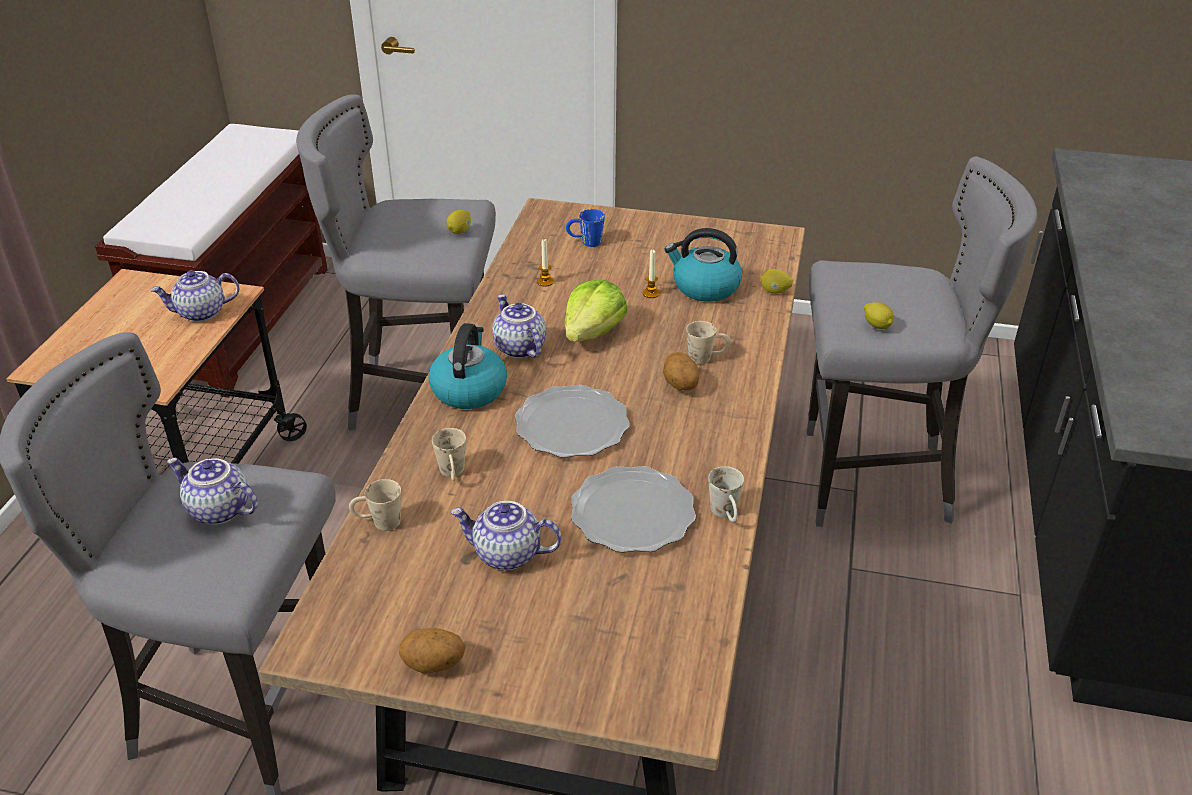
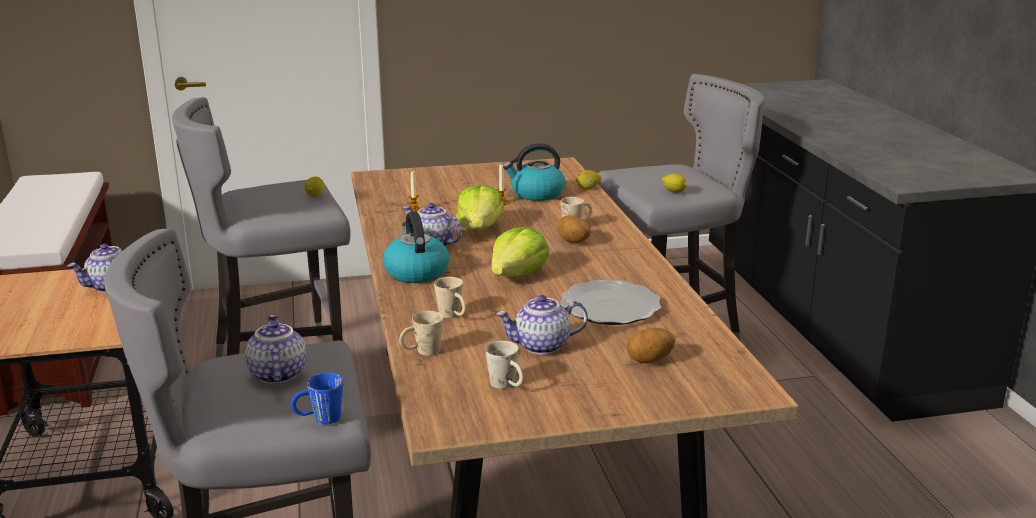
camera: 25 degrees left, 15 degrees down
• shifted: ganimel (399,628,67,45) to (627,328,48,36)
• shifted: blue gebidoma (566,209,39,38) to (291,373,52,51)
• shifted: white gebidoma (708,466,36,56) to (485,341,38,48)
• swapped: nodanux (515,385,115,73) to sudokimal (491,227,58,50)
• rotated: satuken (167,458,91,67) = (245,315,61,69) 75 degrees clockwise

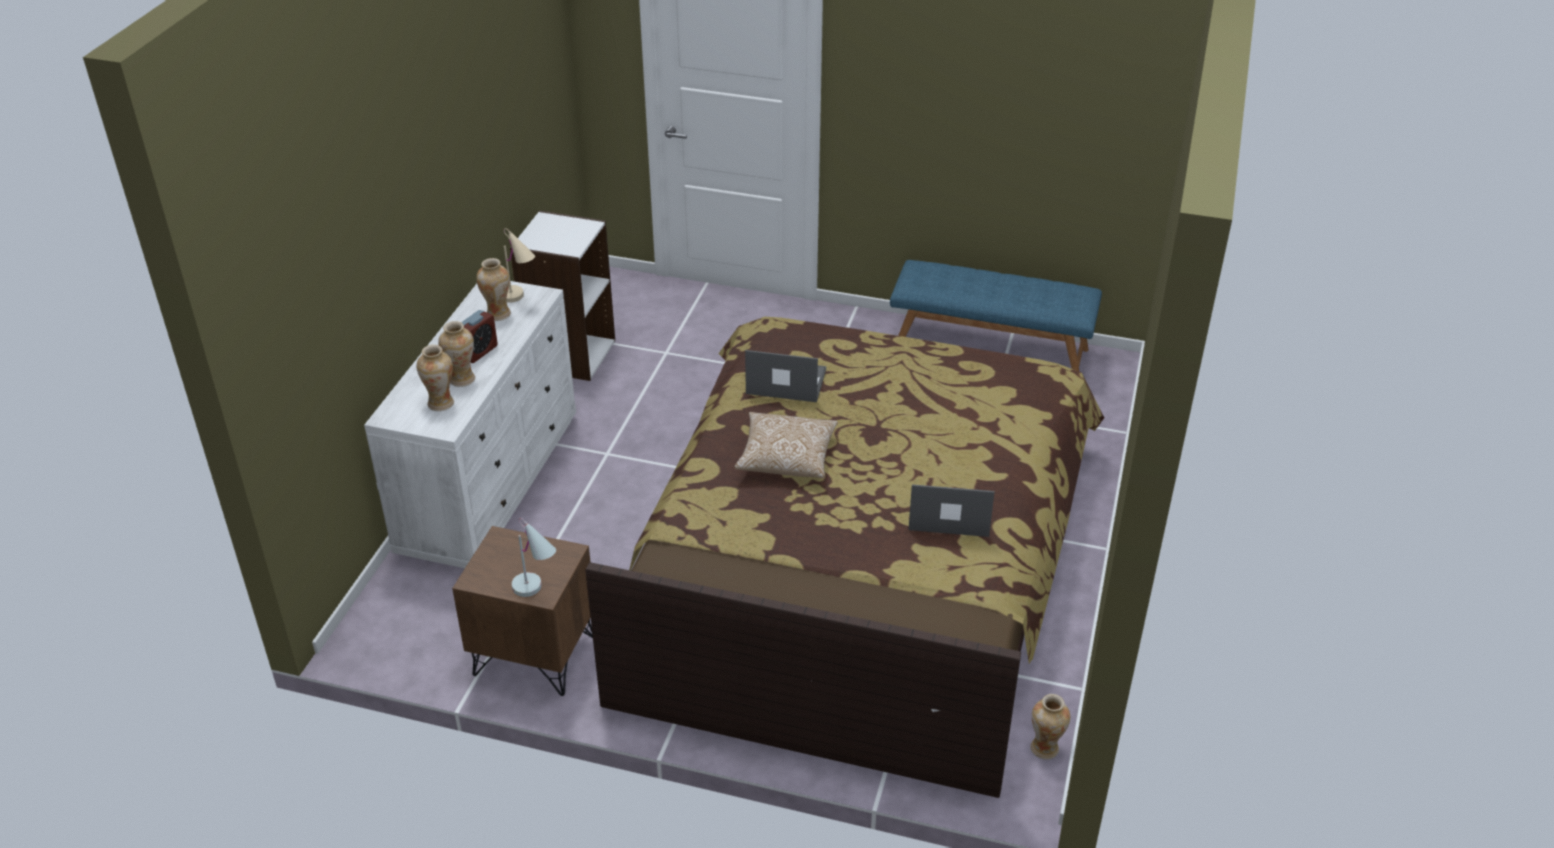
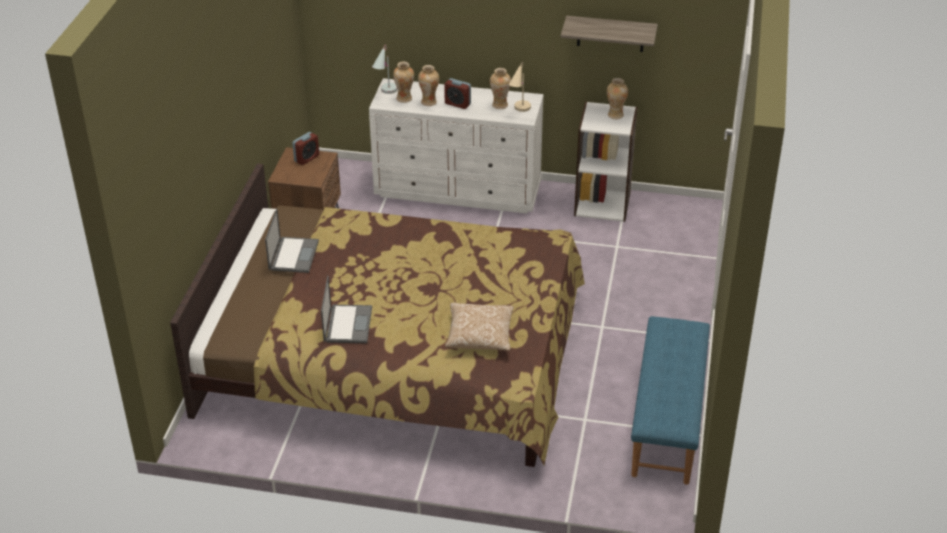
camera: 85 degrees right, 0 degrees up
• new: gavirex (292,132,27,33)
• new: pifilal (561,16,97,36)
• shifted: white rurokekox (512,518,44,79) to (372,45,25,49)
• shifted: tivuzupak (734,412,104,66) to (445,303,69,48)
• shifted: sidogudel (745,350,81,52) to (265,208,54,65)
• shifted: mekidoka (1030,694,40,66) to (607,78,21,41)

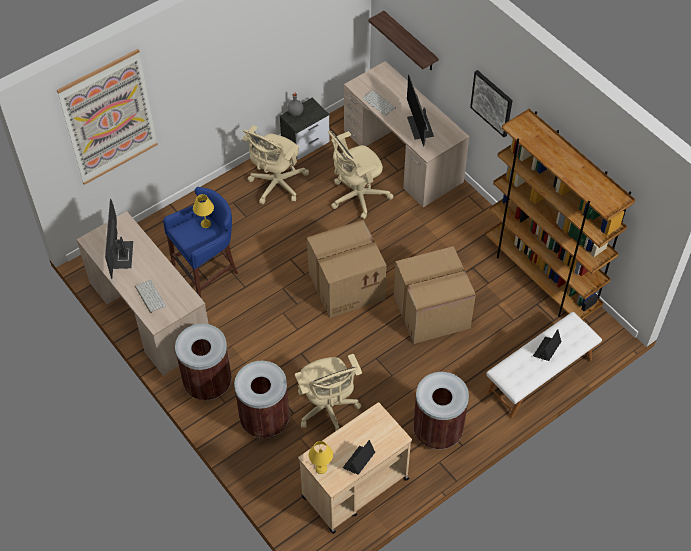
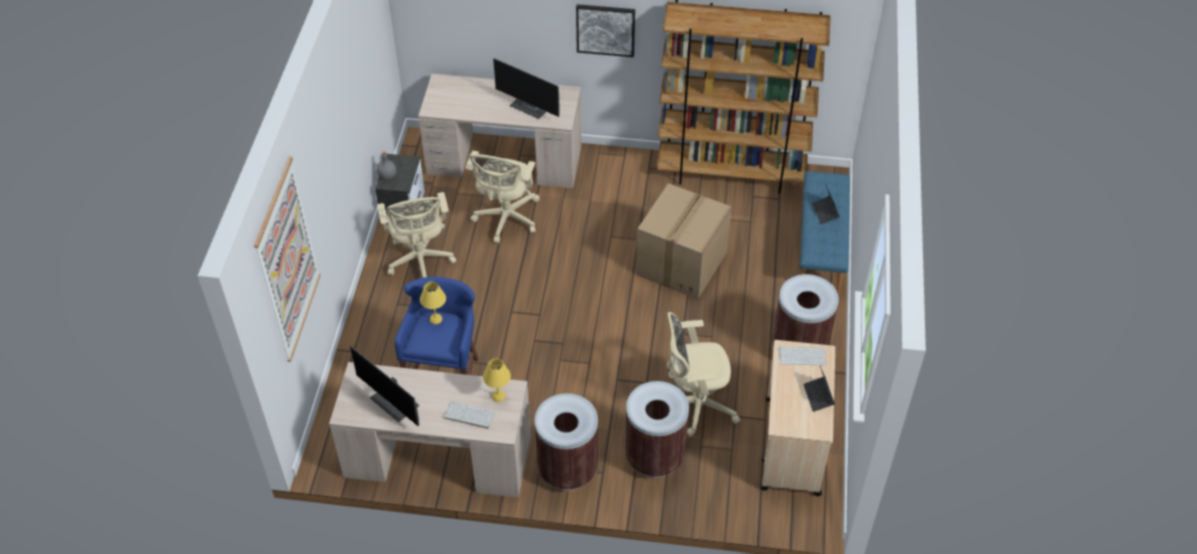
camera: 45 degrees left, 5 degrees down
• gone: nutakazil (307,220,80,98)
• gone: pifilal (368,11,71,59)
• shifted: yellow rurokekox (309,441,24,33) to (483,359,28,43)
• shifted: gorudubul (363,90,33,26) to (779,347,47,19)
• repainted: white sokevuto (486,312,116,107) to blue sokevuto (800,171,50,125)
• rotated: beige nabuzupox (295,354,67,77) = (667,312,73,124) 150 degrees clockwise

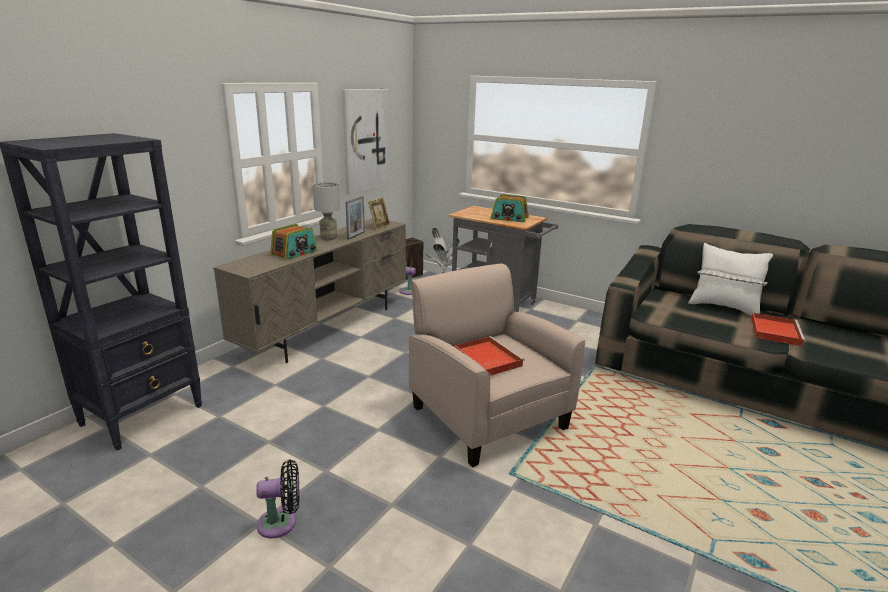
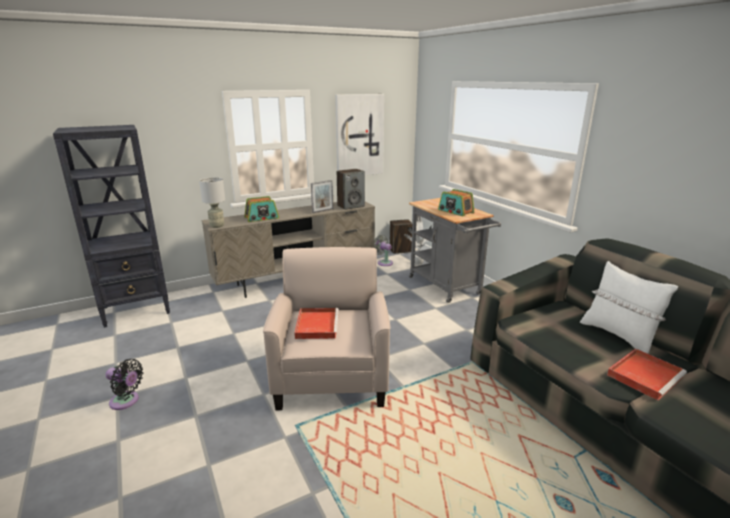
camera: 30 degrees right, 0 degrees up
• shifted: grey rurokekox (313,182,27,59) to (199,177,26,51)
• swapped: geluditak (368,198,22,32) to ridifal (337,169,28,41)

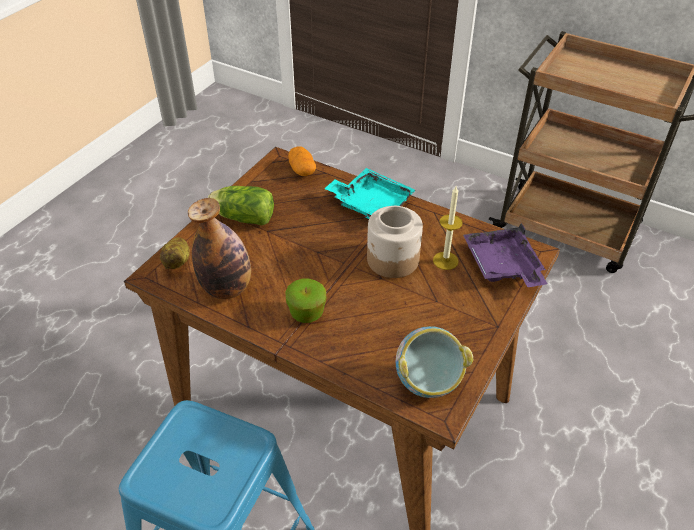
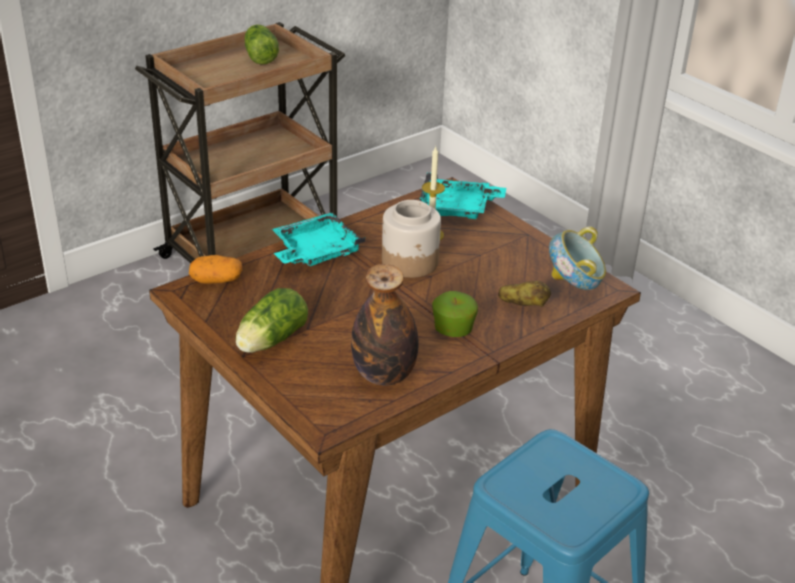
camera: 70 degrees left, 10 degrees down
• new: sudokimal (244,24,35,41)
• shifted: ganimel (160,237,30,32) to (498,281,53,26)
• repainted: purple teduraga (463,223,84,64) to turquoise teduraga (419,172,87,47)

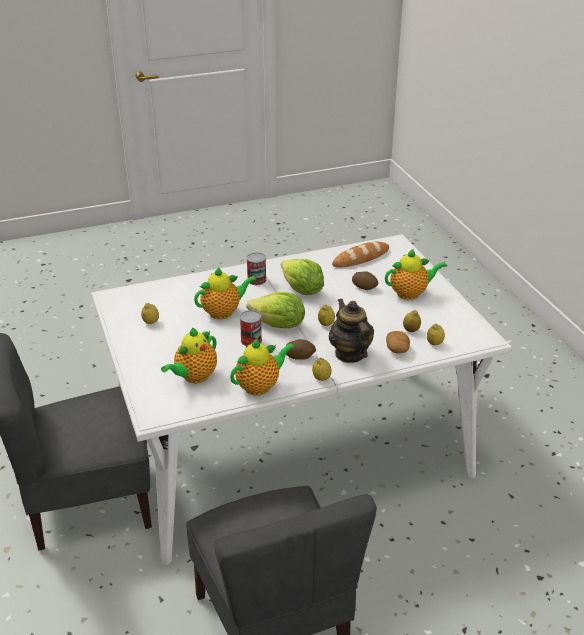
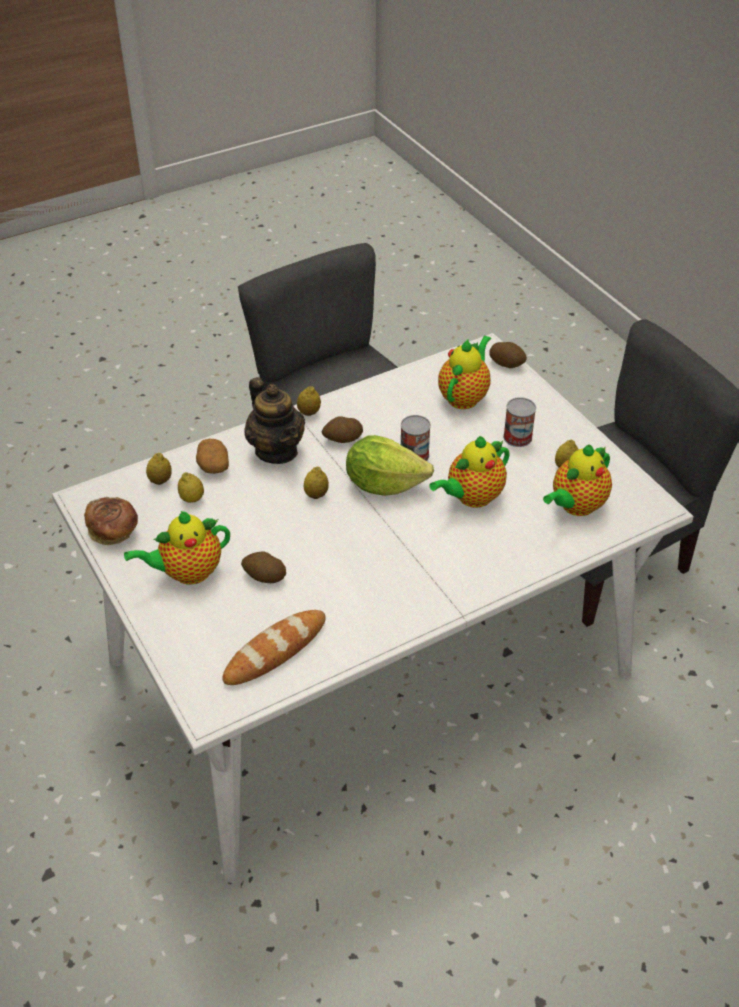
camera: 170 degrees right, 10 degrees up
• gone: sudokimal (281,259,43,36)
• new: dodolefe (84,497,54,48)
• new: ganimel (489,342,38,26)
• shifted: satuken (230,338,65,58) to (543,444,69,72)
• shifted: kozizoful (247,252,19,33) to (503,397,33,50)

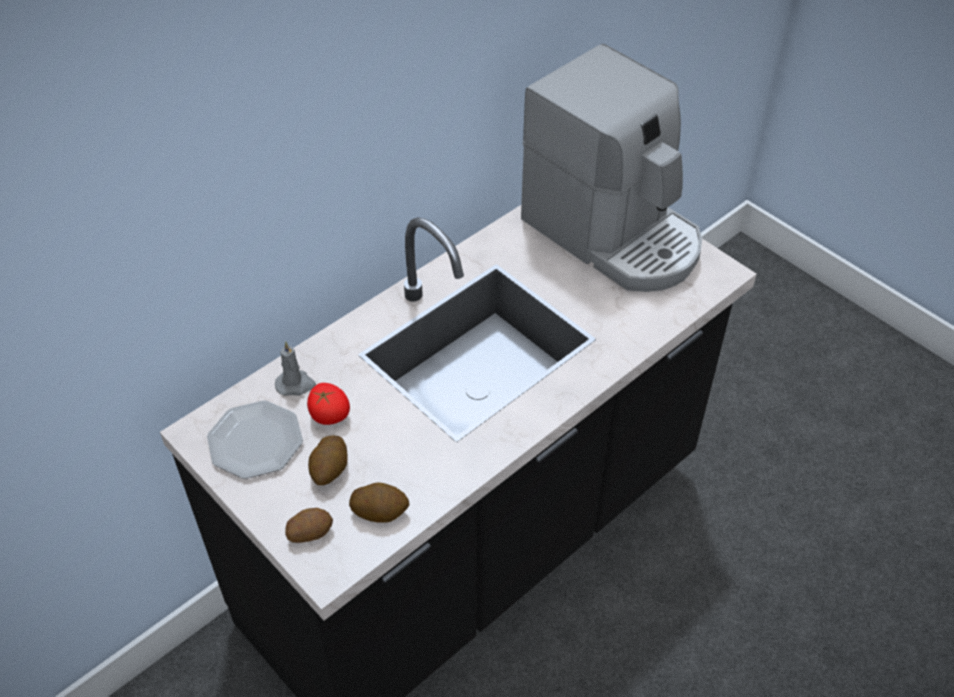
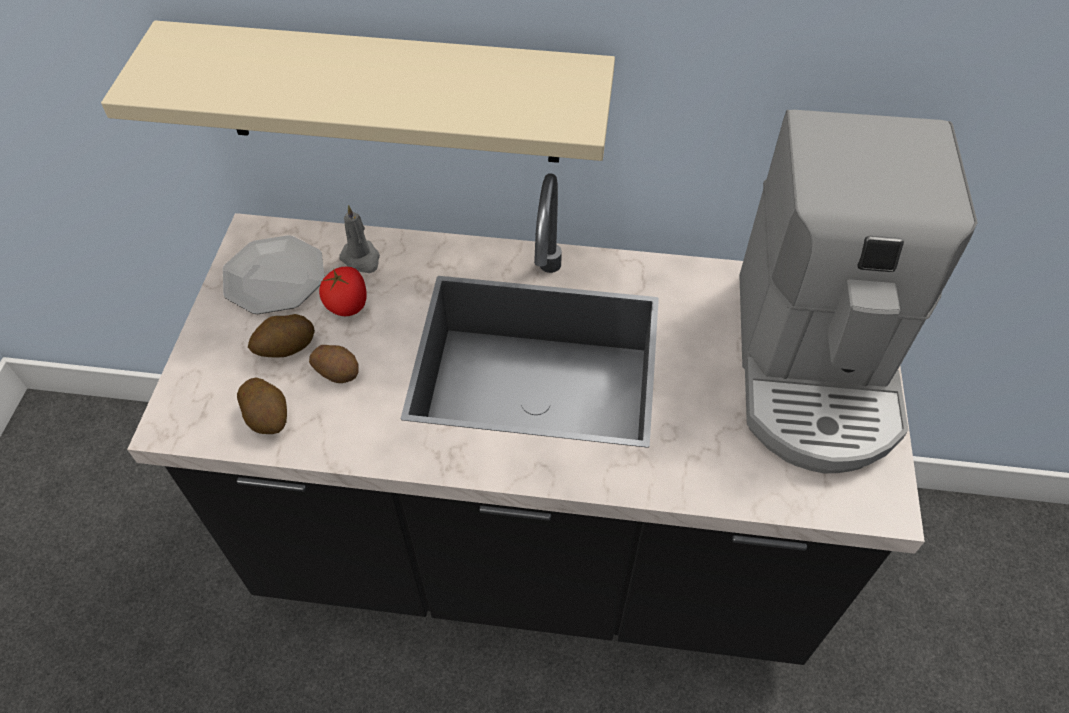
camera: 50 degrees right, 5 degrees up
• new: beige pifilal (101,20,514,143)
• shifted: ganimel (285,508,48,35) to (309,345,50,38)

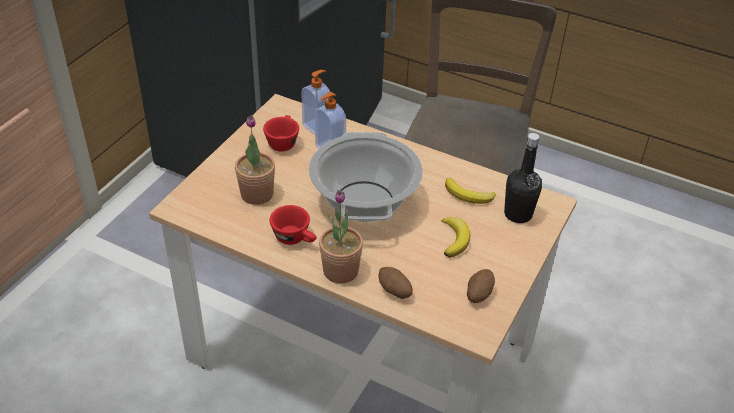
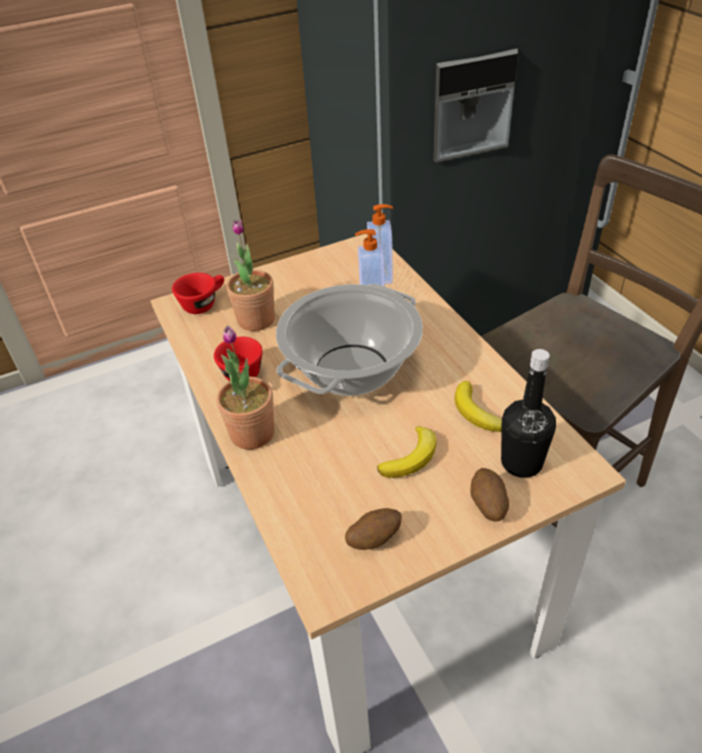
camera: 40 degrees right, 0 degrees up
• shifted: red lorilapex (263,115,36,36) to (172,273,52,41)
• shifted: ganimel (378,267,35,32) to (471,468,38,54)

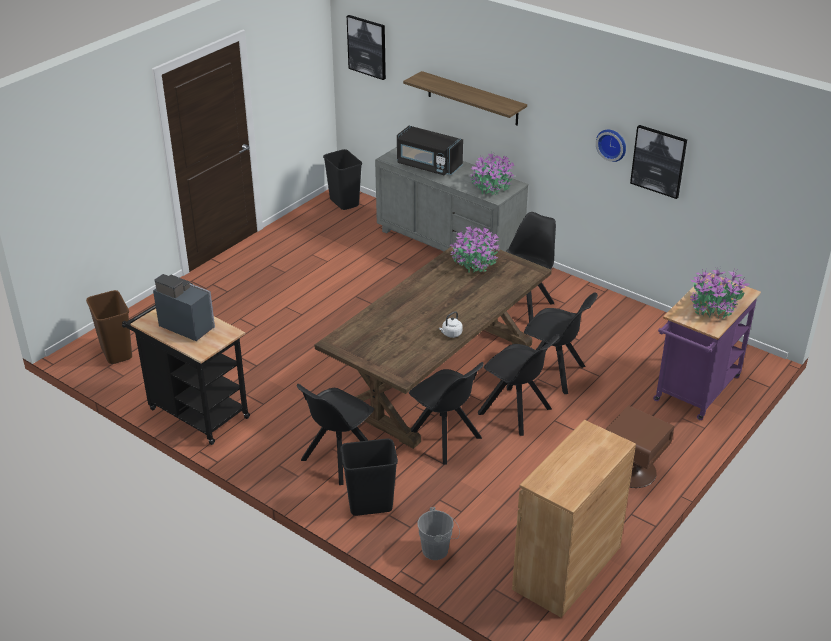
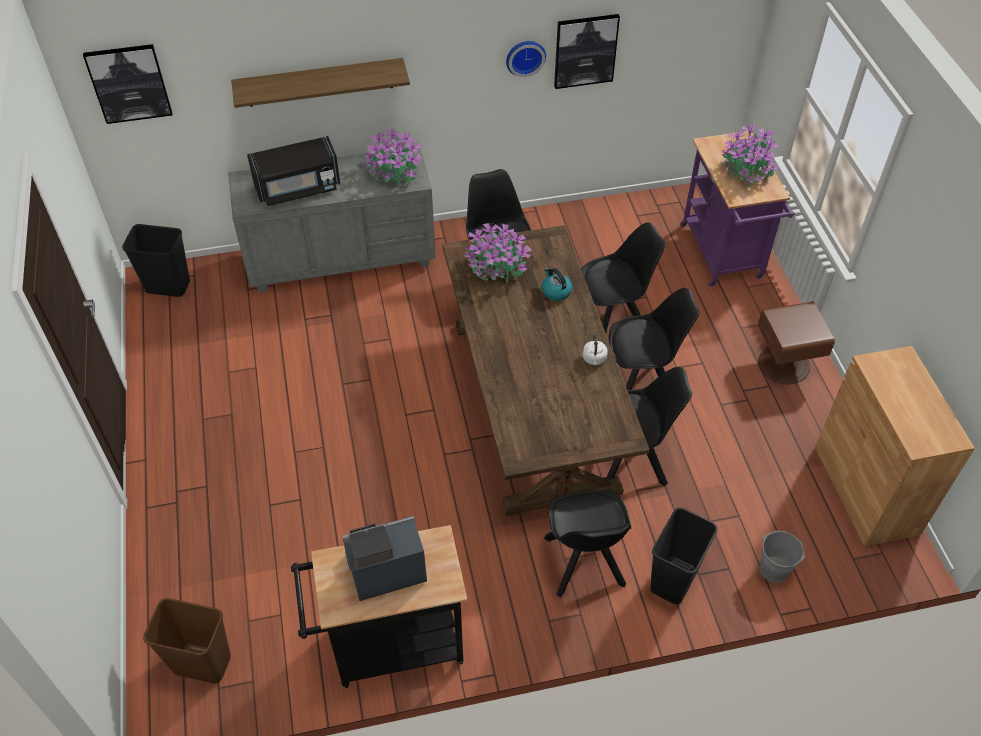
camera: 50 degrees left, 15 degrees up
• new: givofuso (542,268,30,33)

